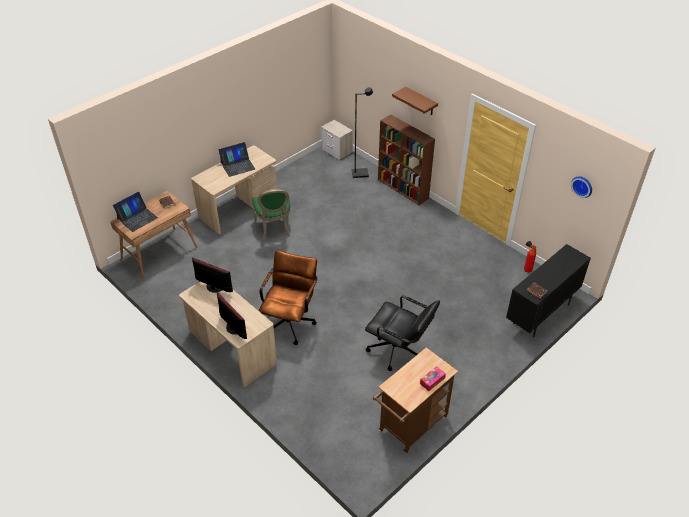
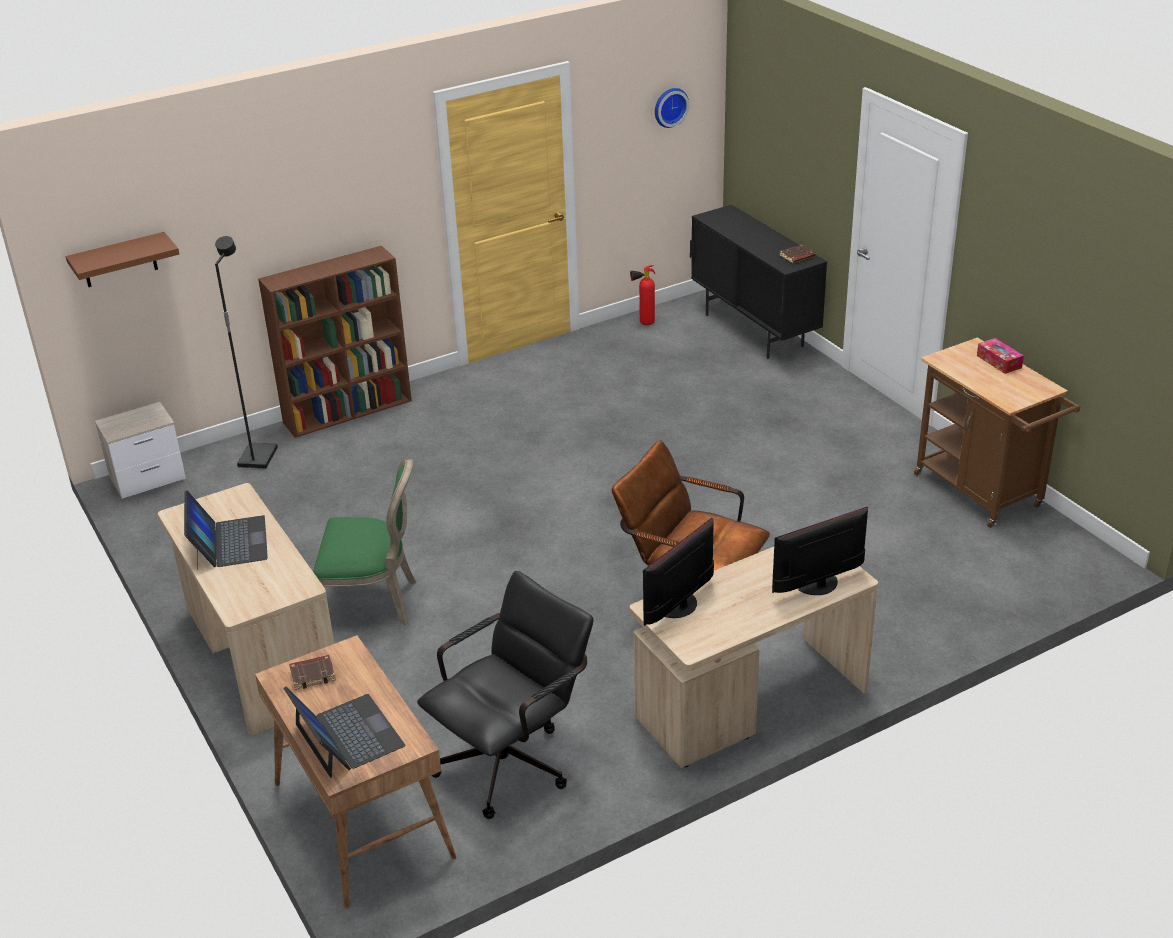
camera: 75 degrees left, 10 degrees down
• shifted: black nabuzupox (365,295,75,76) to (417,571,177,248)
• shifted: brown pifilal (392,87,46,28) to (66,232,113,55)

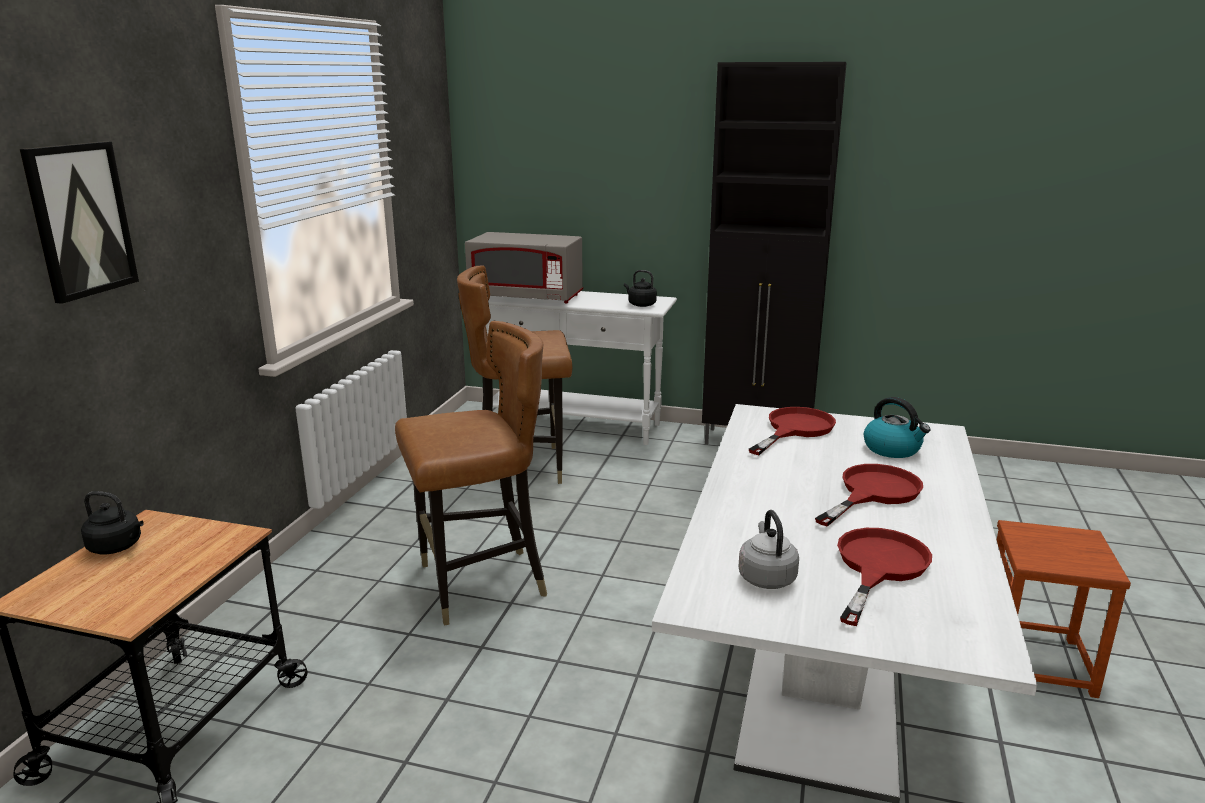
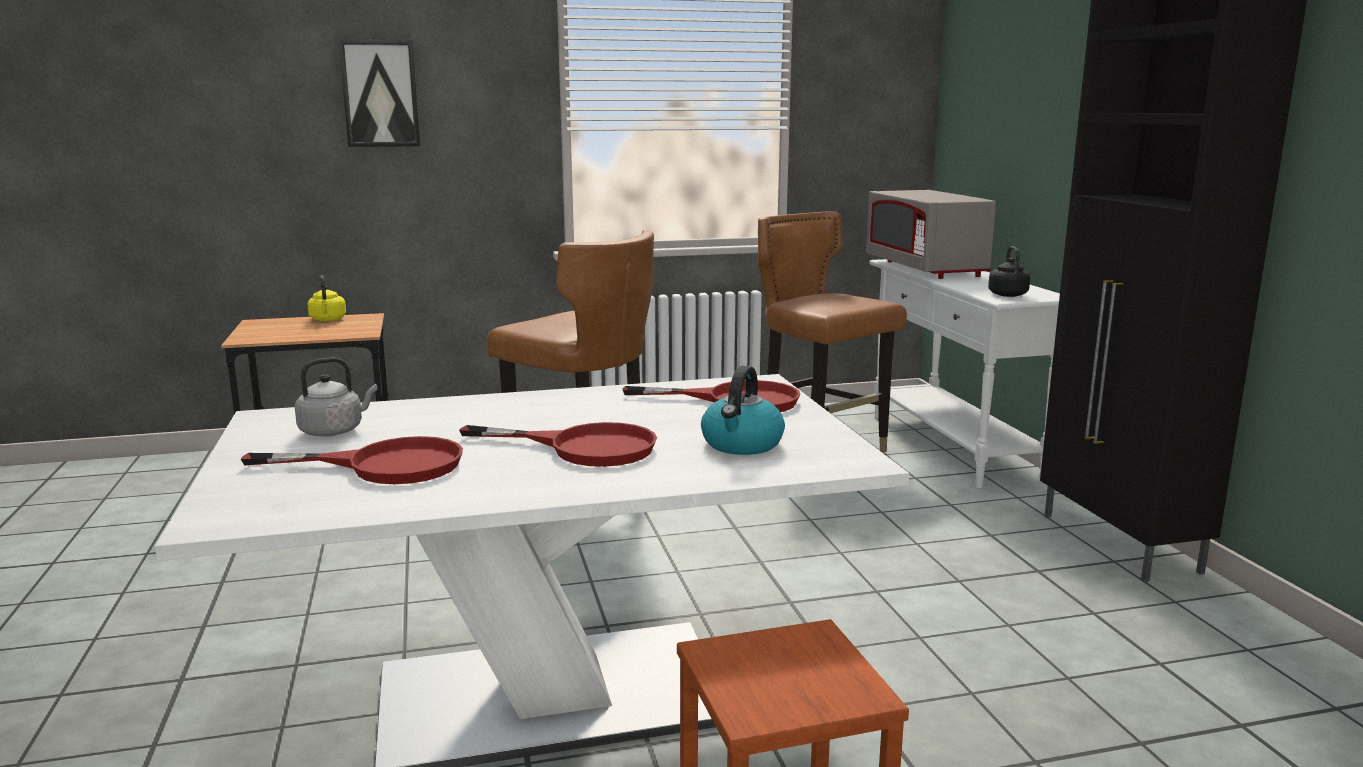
camera: 60 degrees right, 5 degrees down
• repainted: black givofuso (81,491,63,63) to yellow givofuso (308,275,38,46)

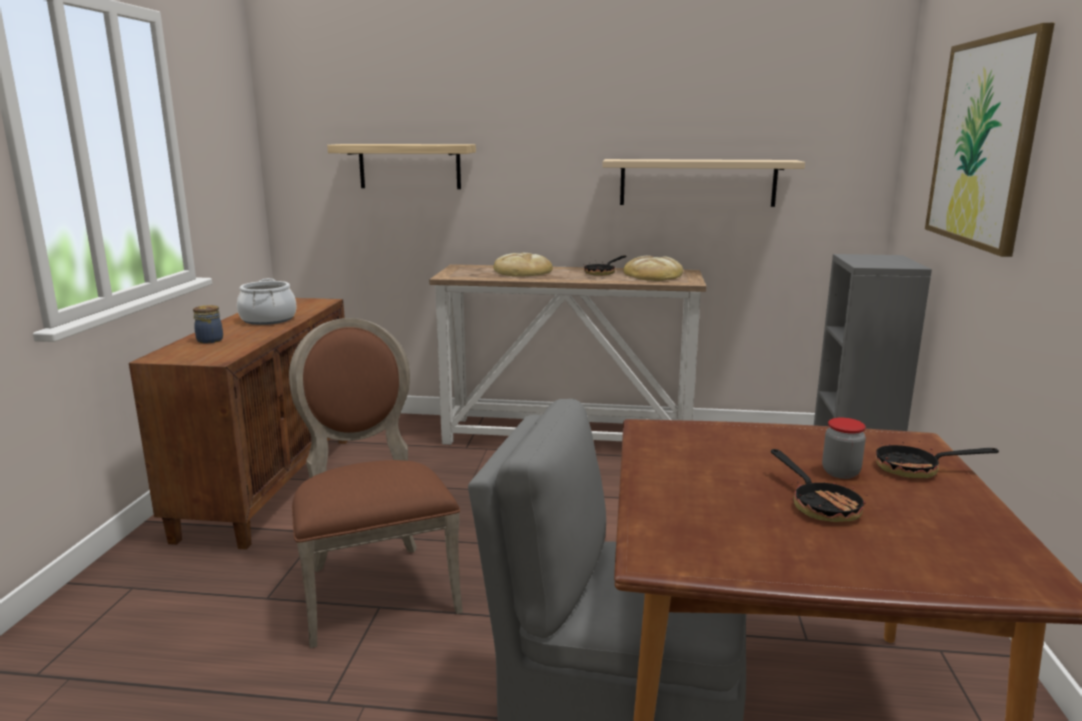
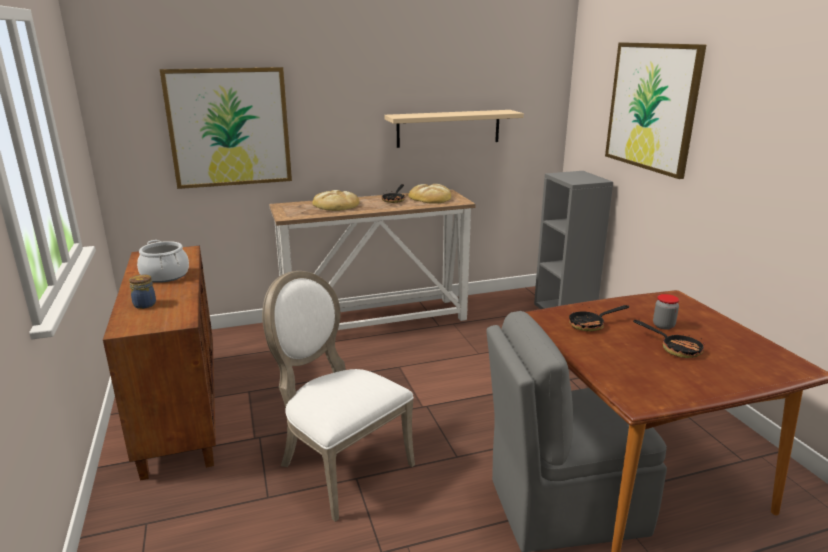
camera: 25 degrees left, 5 degrees up
• shifted: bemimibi (875,441,124,37) to (569,305,60,27)
• swapped: pifilal (327,144,149,45) to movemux (160,67,132,122)
• repainted: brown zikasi (289,318,174,330) to white zikasi (262,271,153,251)

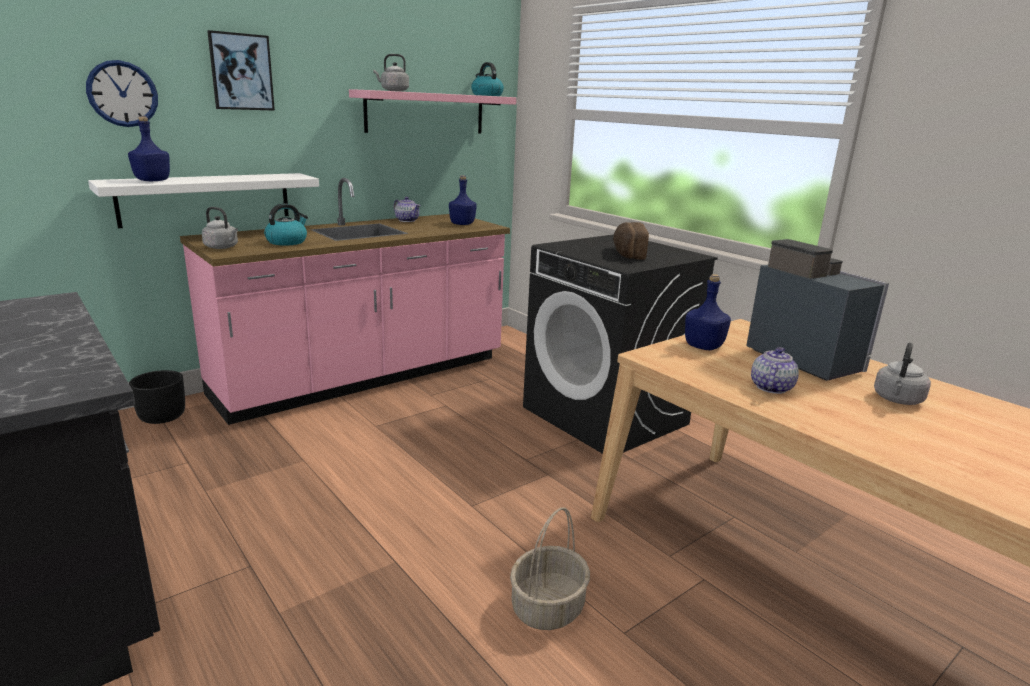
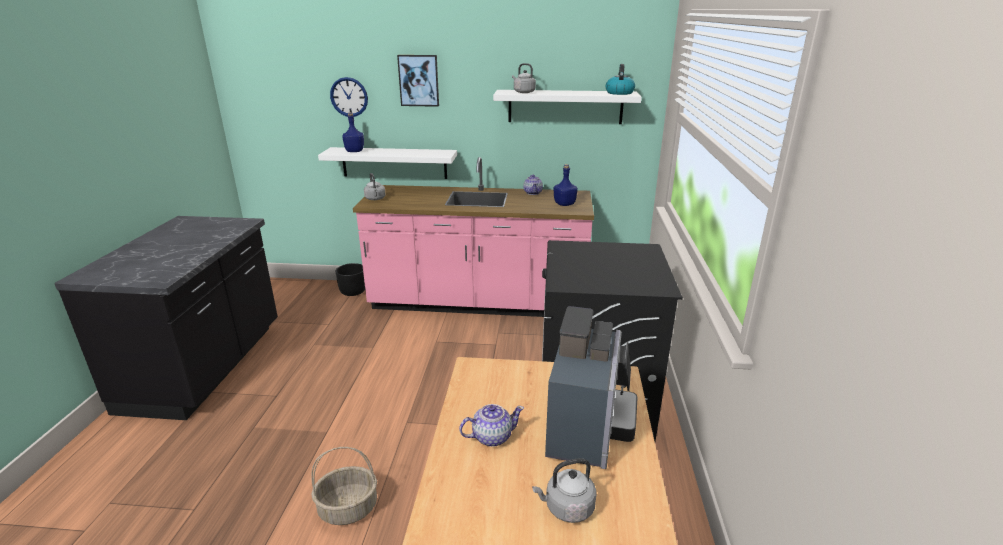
camera: 45 degrees right, 5 degrees up
• gone: givofuso (264,203,44,42)
• gone: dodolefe (613,222,36,38)
• gone: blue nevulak (685,274,46,76)
• repainted: pink pifilal (349,89,168,44) to white pifilal (493,90,149,34)

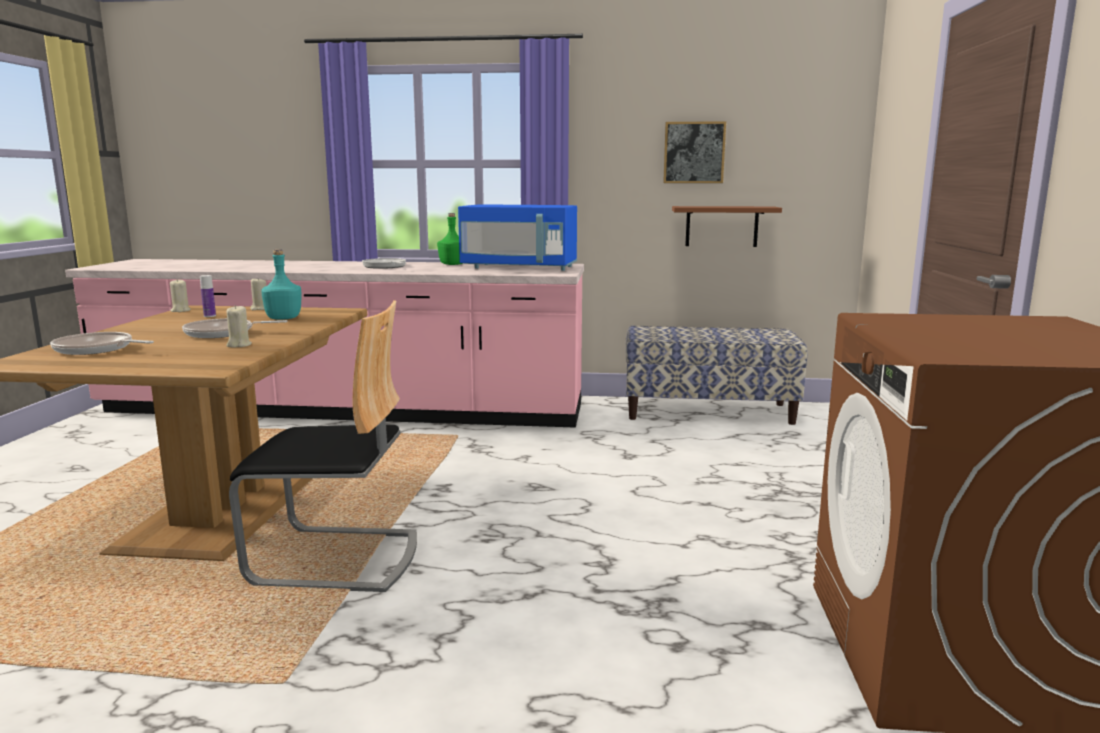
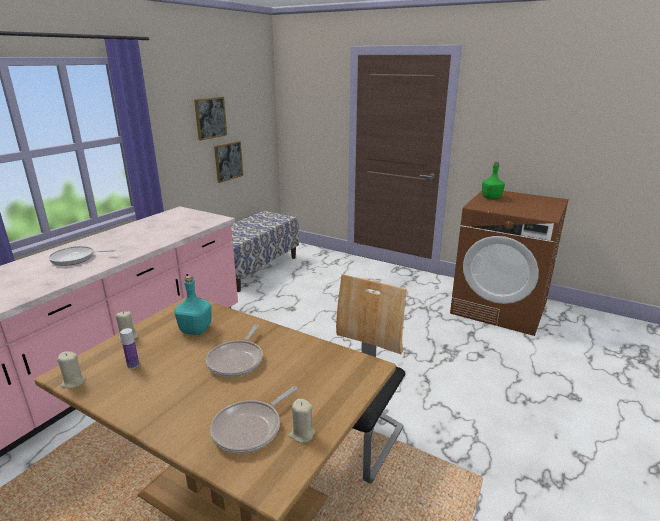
camera: 65 degrees left, 10 degrees up
• gone: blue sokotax (458,204,119,67)
• shifted: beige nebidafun (226,305,26,43) to (289,399,26,44)
• shifted: green nevulak (437,213,26,52) to (482,162,23,37)
• swapped: brown pifilal (672,206,110,41) to movemux (214,141,29,42)

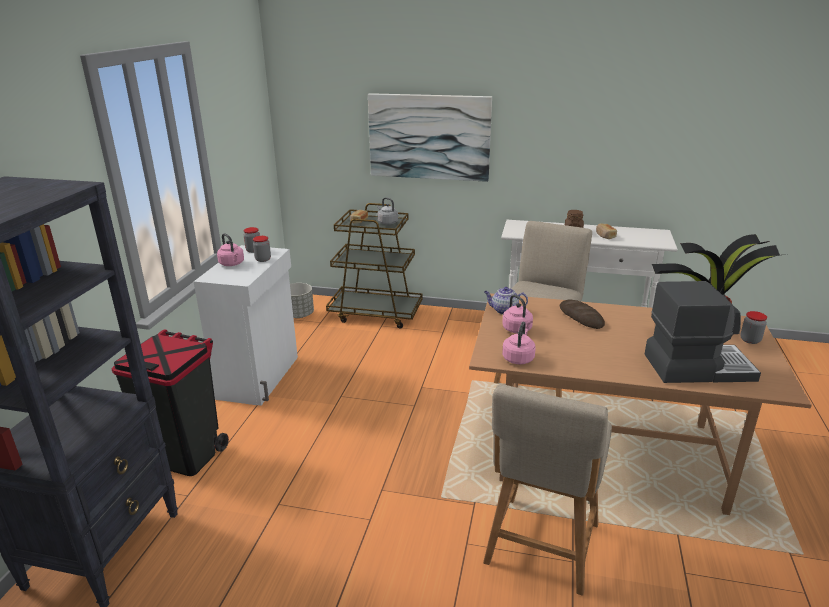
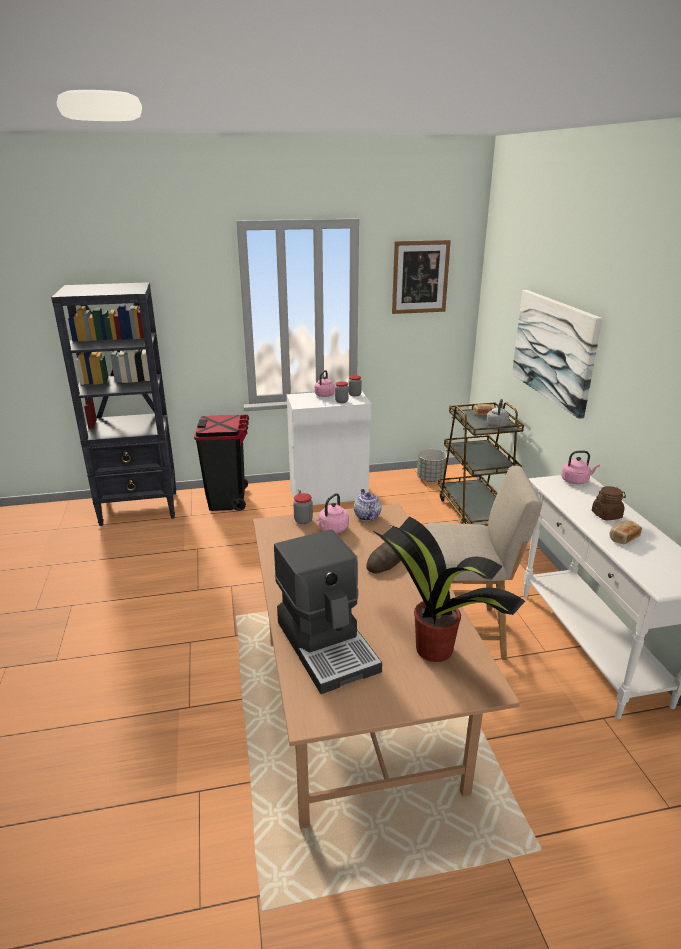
camera: 65 degrees right, 0 degrees up
• gone: beige zikasi (483,384,129,212)
• new: movemux (392,240,59,74)
• shifted: pink givofuso (502,322,34,42) to (561,451,39,33)
• shifted: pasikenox (740,311,27,33) to (293,493,20,31)

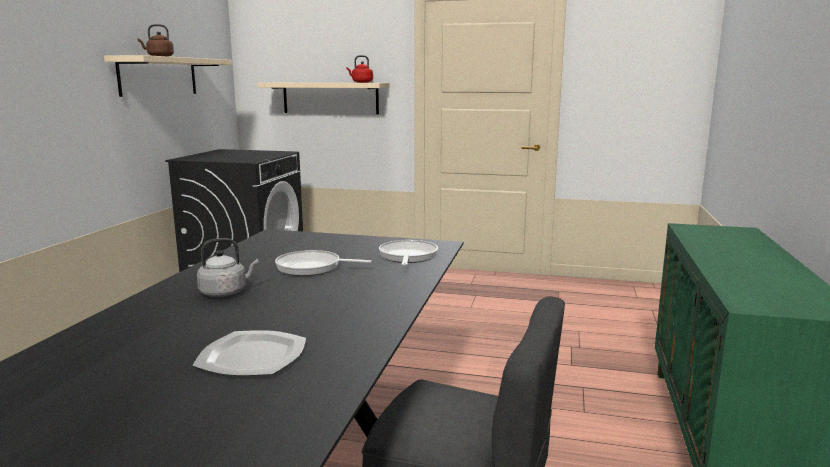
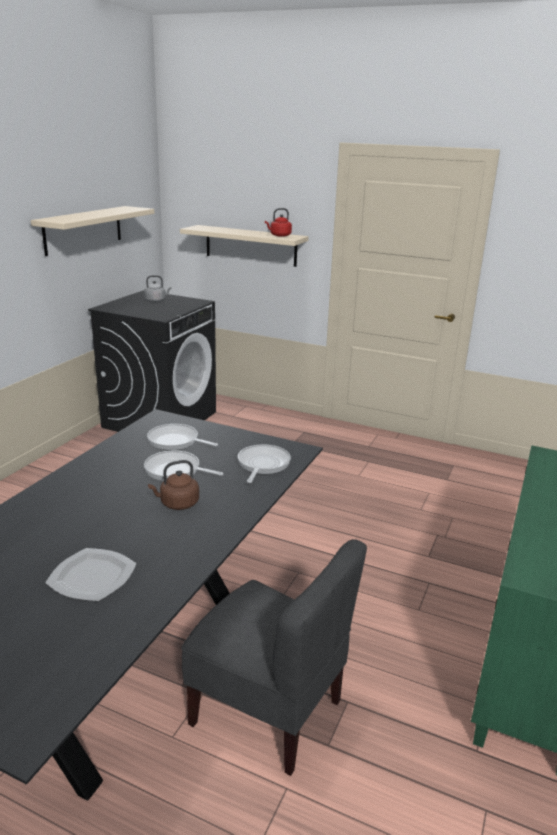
camera: 10 degrees right, 10 degrees up
• new: bemimibi (147,424,71,26)
• shifted: brown givofuso (137,24,37,33) to (148,460,51,50)
• shifted: grey givofuso (197,238,62,59) to (144,275,28,27)

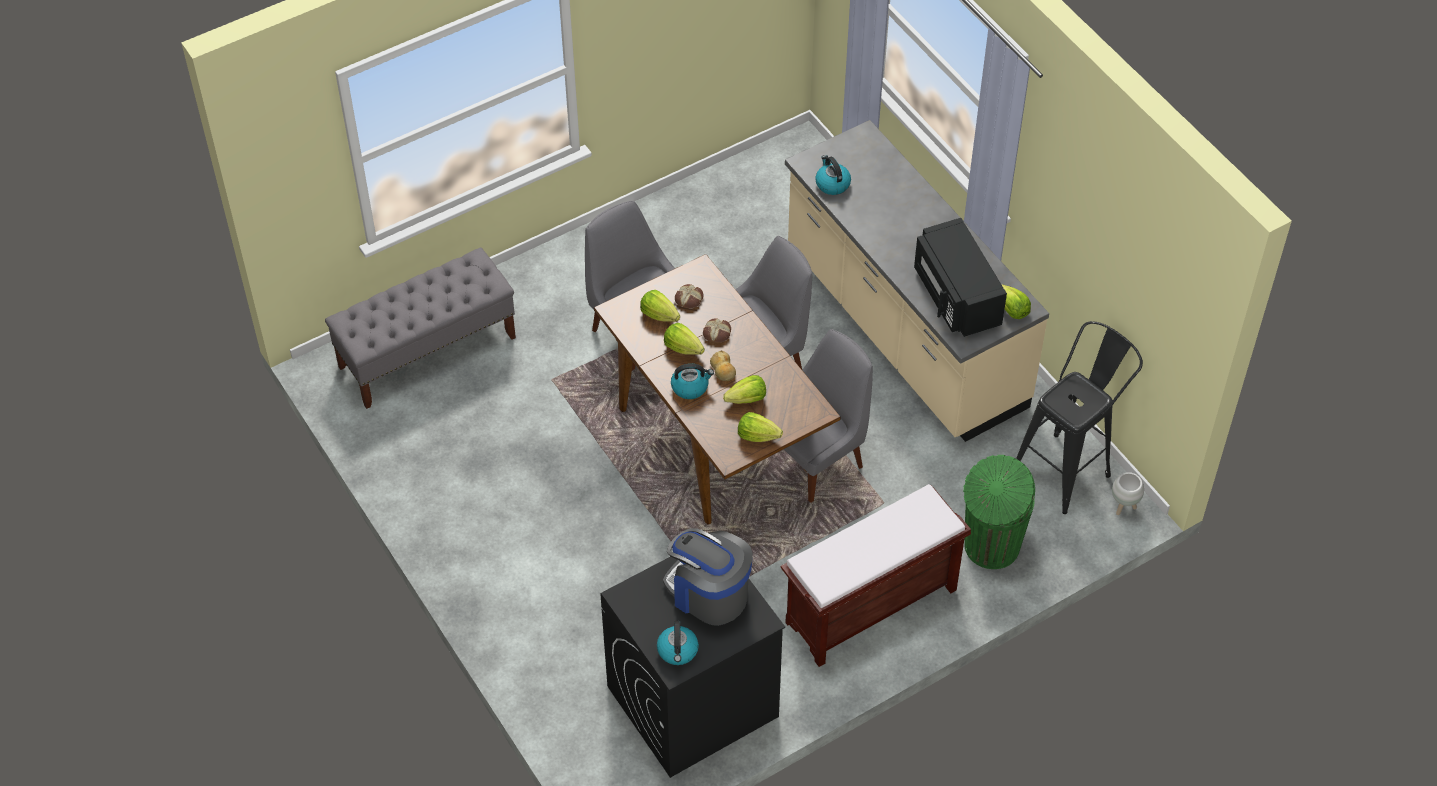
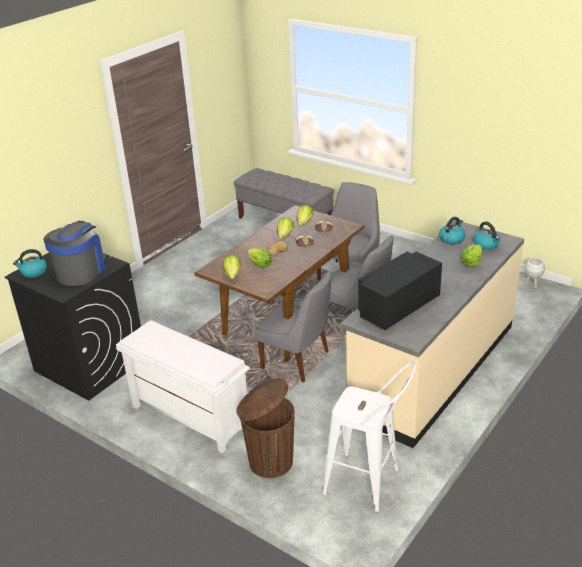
camera: 70 degrees right, 20 degrees down
• shifted: givofuso (671,364,43,35) to (473,221,27,29)
• shifted: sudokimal (1001,284,30,35) to (461,244,21,23)
• shifted: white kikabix (1112,472,32,43) to (524,258,21,30)
• repainted: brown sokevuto (781,484,190,183) to white sokevuto (116,320,134,134)
• repainted: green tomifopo (963,455,72,114) to brown tomifopo (236,378,59,100)
• repainted: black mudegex (1016,321,127,193) to white mudegex (323,362,93,150)

